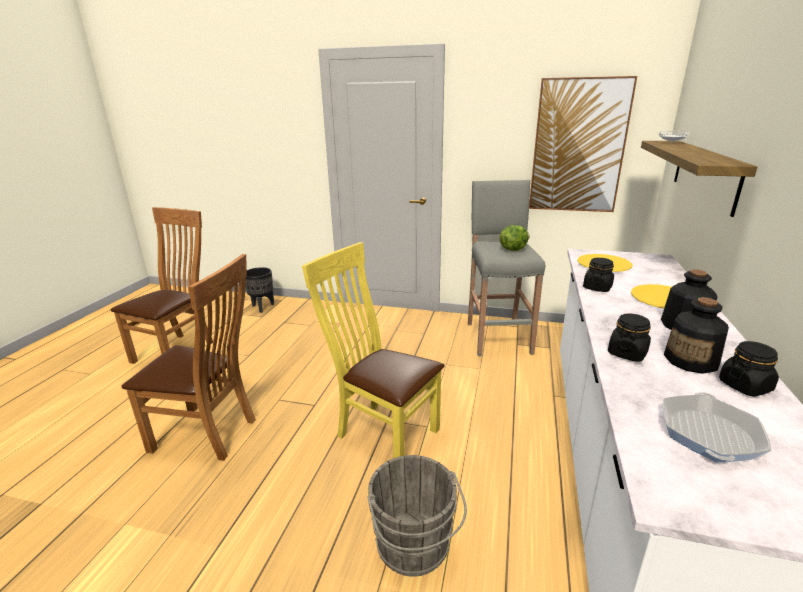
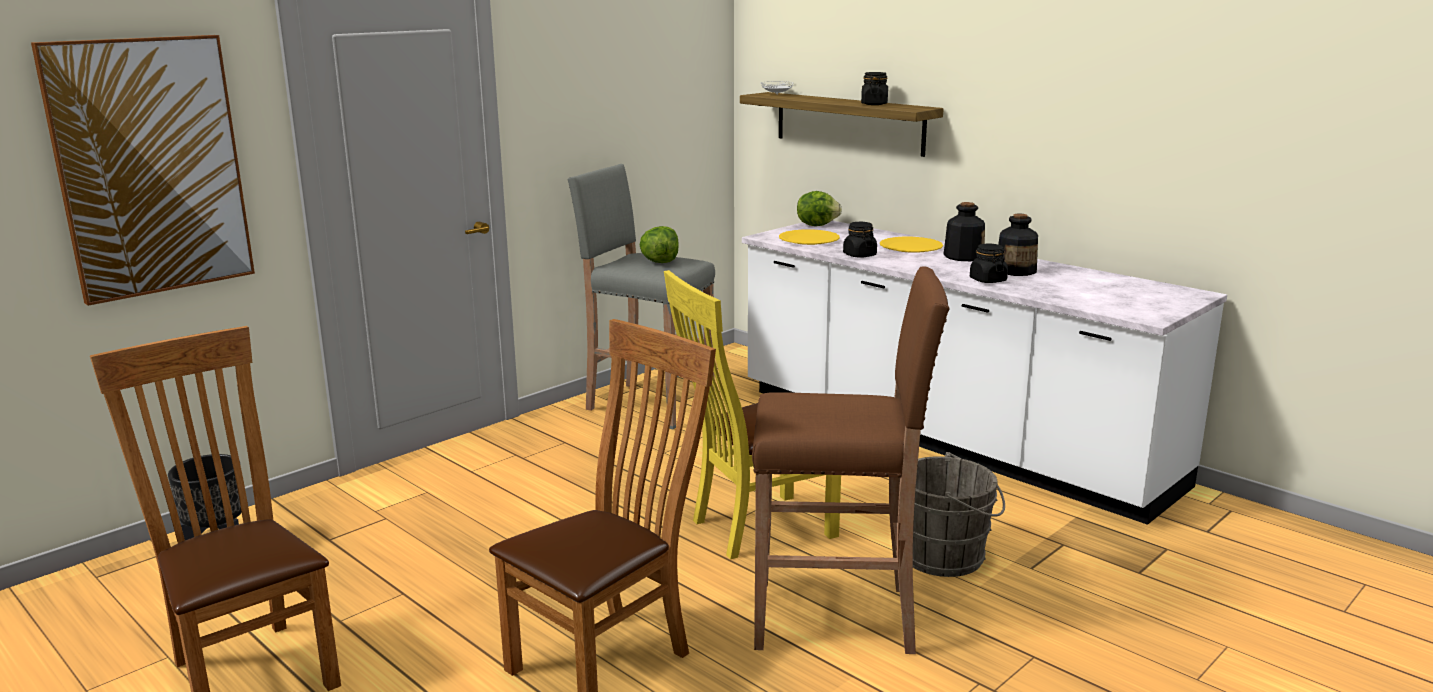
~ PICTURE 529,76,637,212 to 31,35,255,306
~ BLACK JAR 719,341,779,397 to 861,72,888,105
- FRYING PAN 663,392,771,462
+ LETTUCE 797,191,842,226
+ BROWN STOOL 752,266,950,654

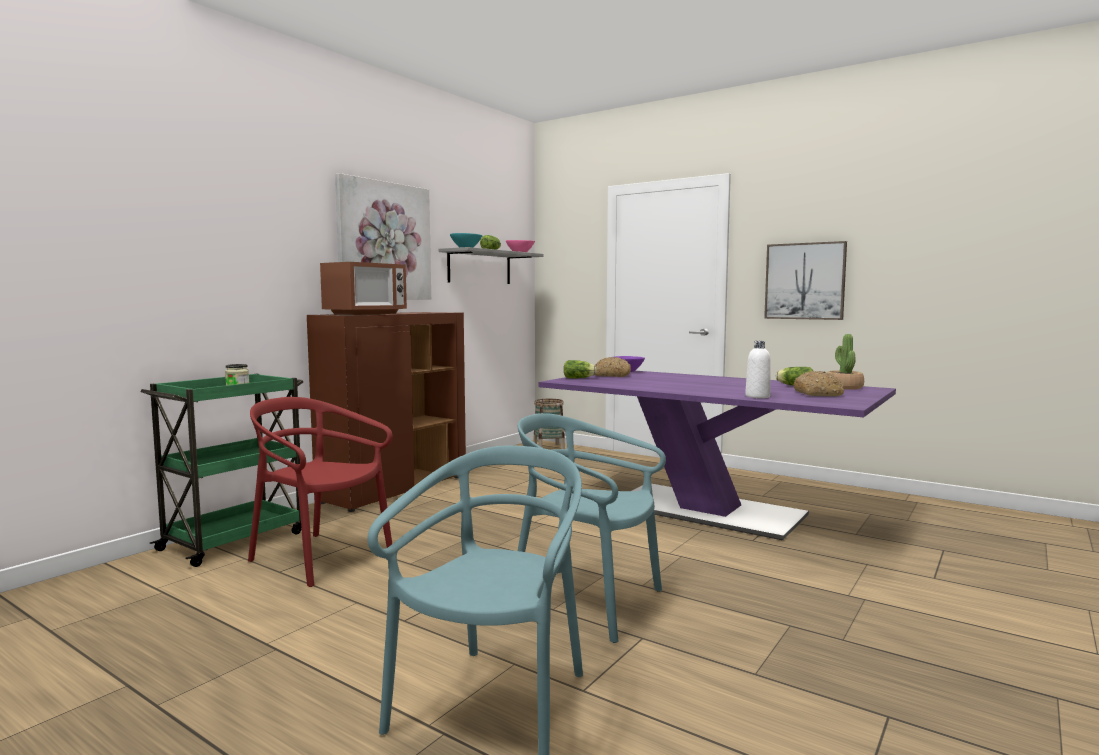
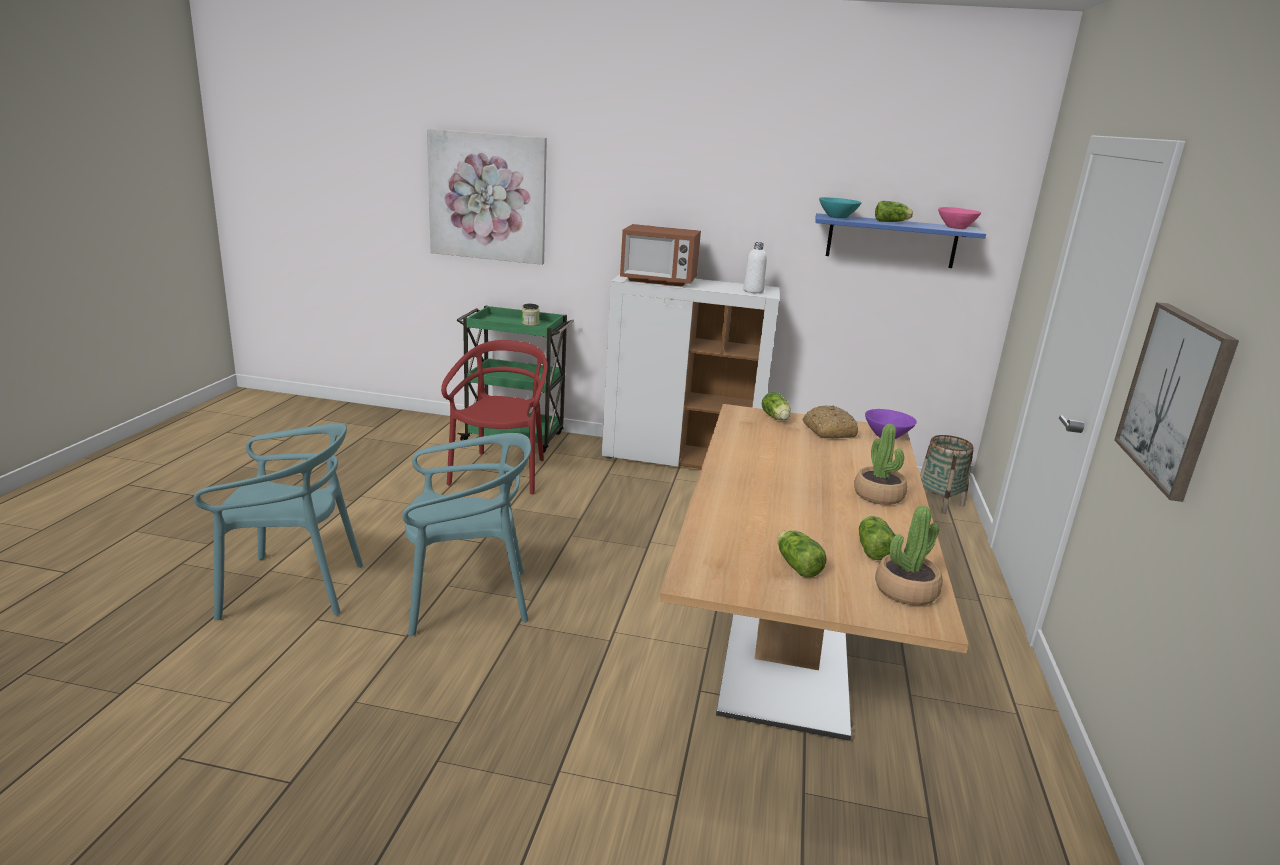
~ PICTURE 335,173,431,300 to 427,129,547,265
~ GREY SHELF 439,247,543,284 to BLUE SHELF 815,213,986,268
~ BROWN CABINET 307,312,466,512 to WHITE CABINET 602,274,779,469
~ WHITE BOTTLE 745,341,771,398 to 743,242,767,293
~ PURPLE DINING TABLE 539,371,896,540 to BEIGE DINING TABLE 659,404,969,741
~ BREAD 793,371,844,396 to LETTUCE 777,530,827,577
~ TURQUOISE CHAIR 518,413,666,643 = 402,433,531,636 75 degrees clockwise
+ POTTED PLANT 854,424,907,505

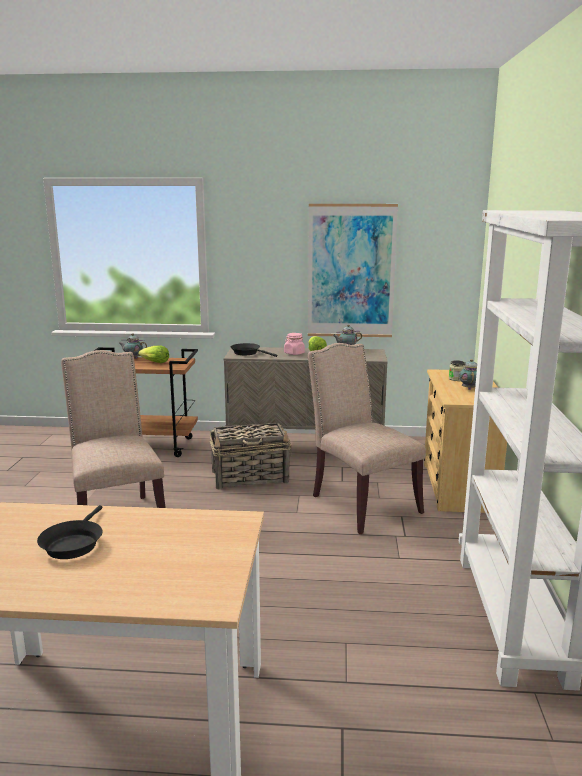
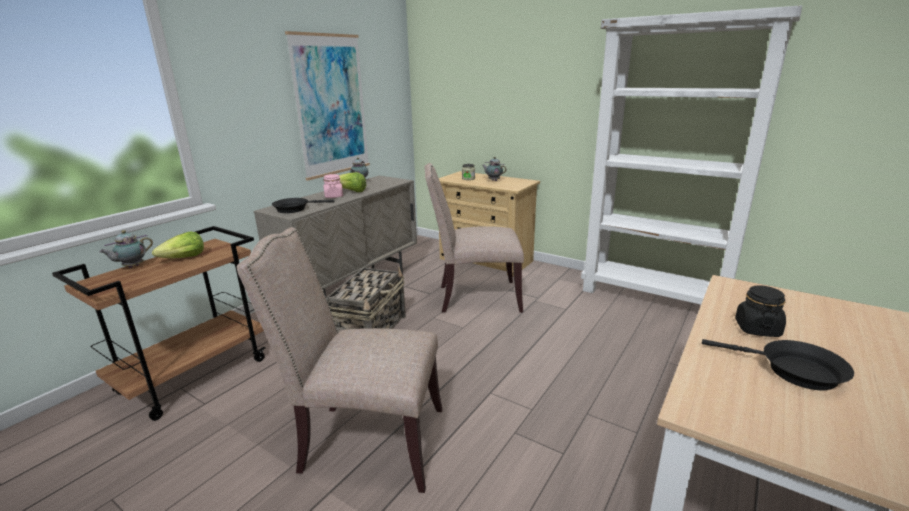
+ BLACK JAR 735,285,786,337

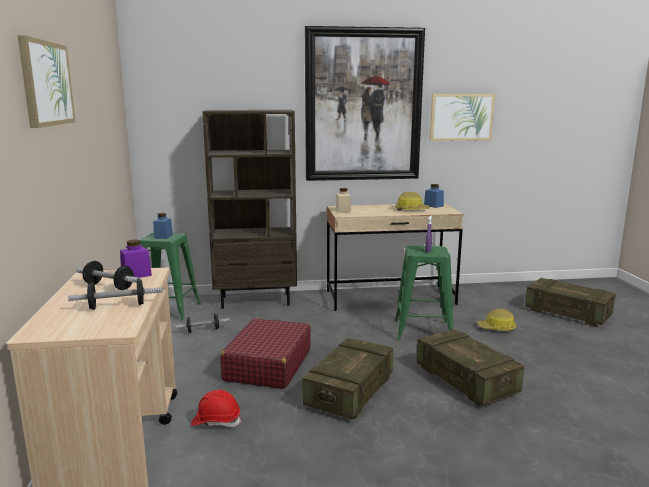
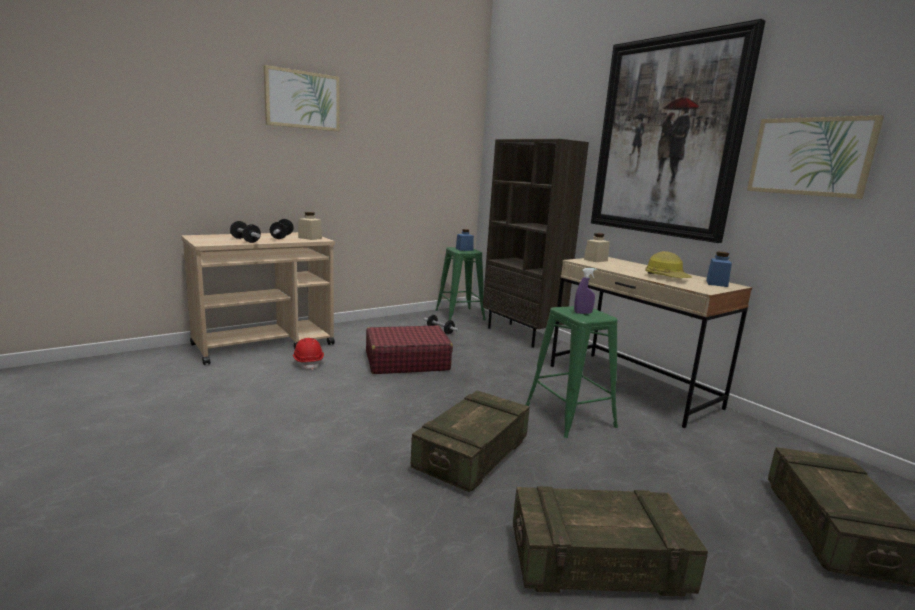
~ PURPLE JAR 120,240,152,278 to BEIGE JAR 298,212,322,240
- HARD HAT 477,309,516,331
~ CRATE 302,338,393,420 to 513,486,708,597

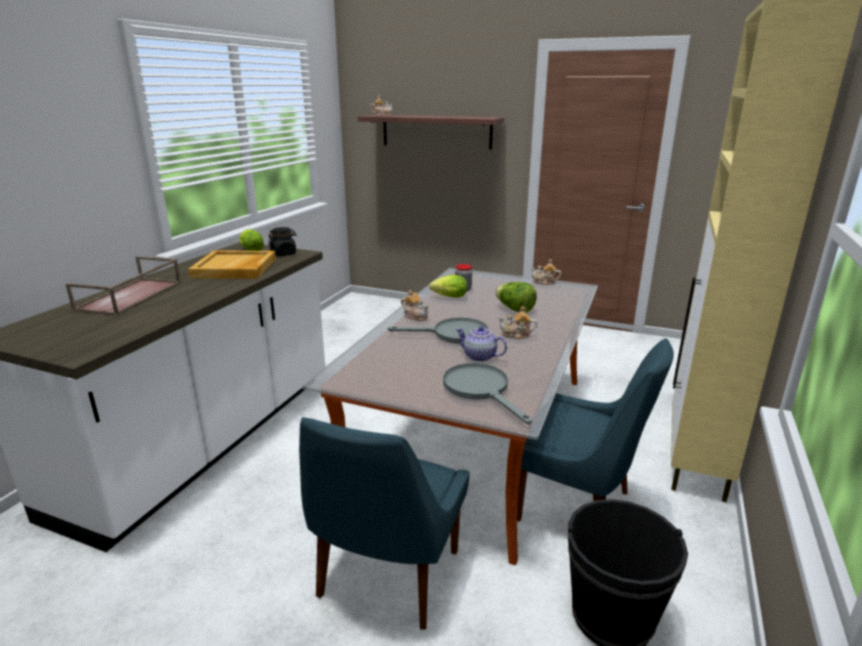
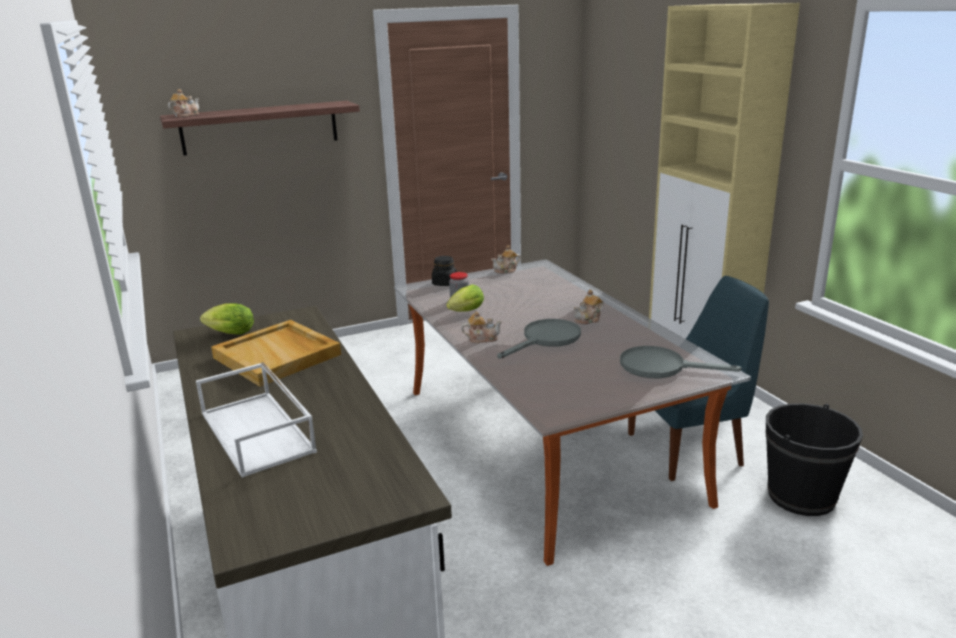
~ BLACK JAR 268,227,297,256 to 432,256,457,286
~ BROWN TRAY 66,256,181,316 to WHITE TRAY 196,362,317,478
- LETTUCE 495,282,537,313
- TEAPOT 456,326,507,362
- BLUE CHAIR 299,417,470,629

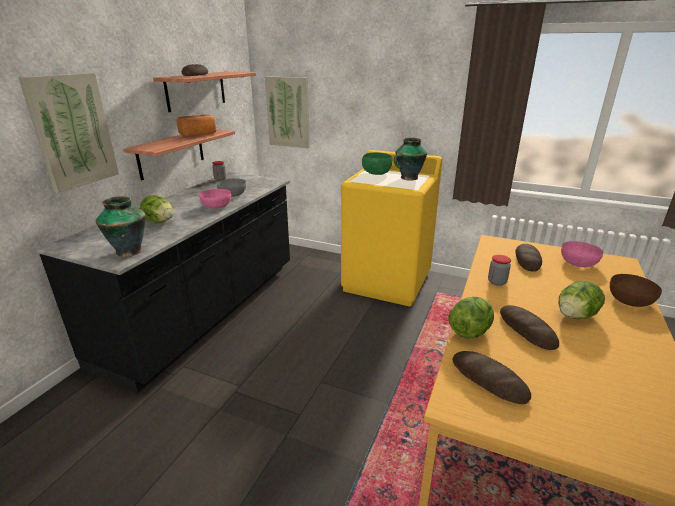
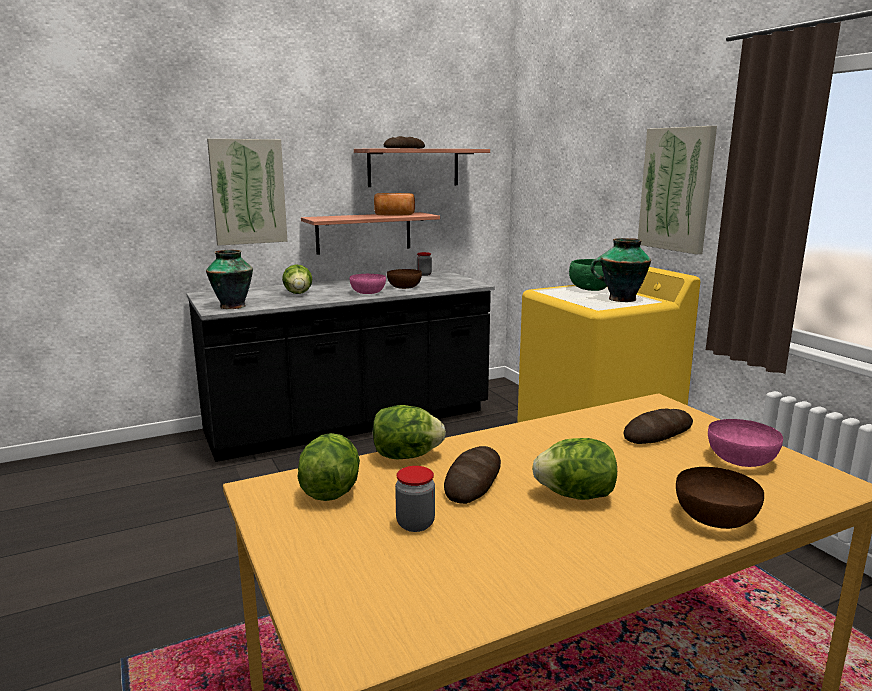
~ PICTURE 265,76,310,148 to 638,126,717,254
~ GREY BOWL 217,178,246,197 to BROWN BOWL 387,269,422,289
~ JAR 488,255,511,286 to 395,466,435,532
~ BREAD 452,351,531,404 to LETTUCE 297,433,360,501

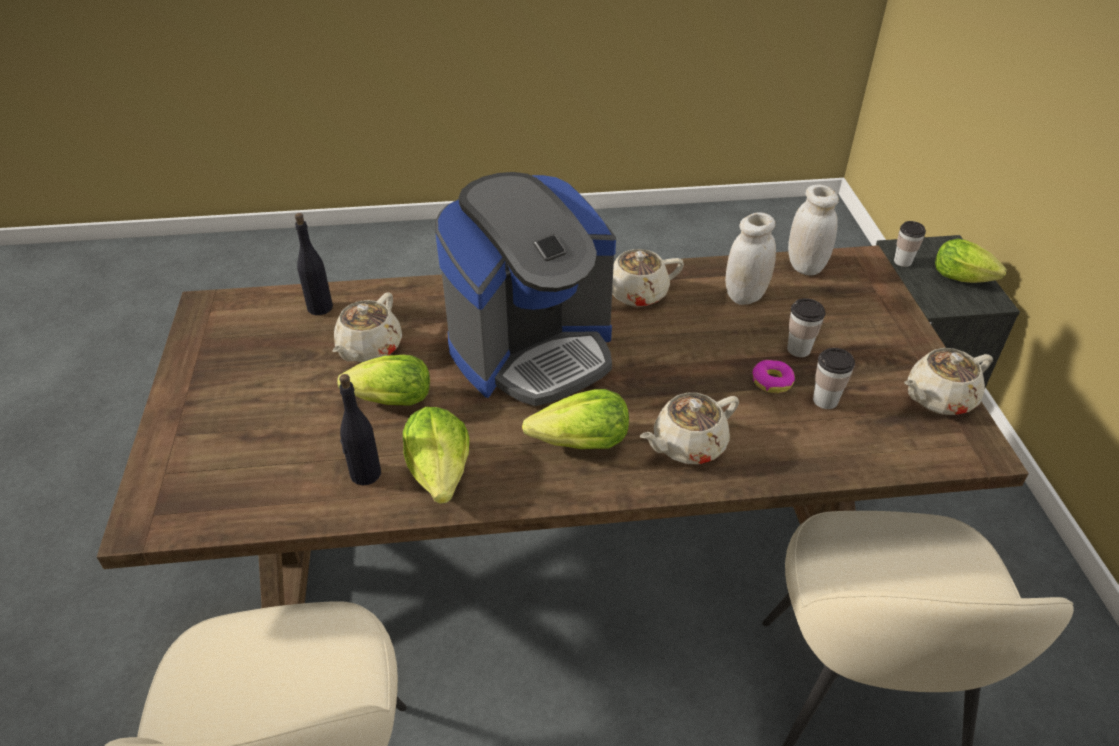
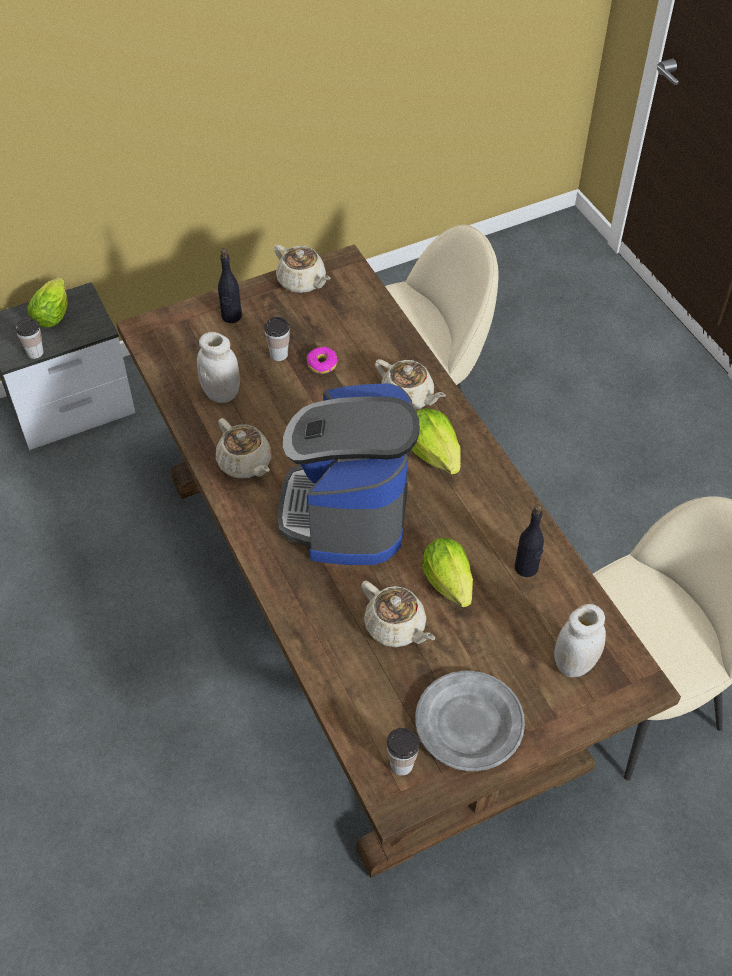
~ COFFEE MACHINE 435,172,616,406 = 277,383,420,565 120 degrees counterclockwise
~ WHITE JAR 788,185,839,276 to 554,604,606,677
~ BLACK BOTTLE 295,213,333,315 to 218,248,242,323
~ BEIGE TEAPOT 332,293,402,362 = 361,581,435,647 45 degrees clockwise
~ CUP 813,348,855,409 to 387,728,420,776
- LETTUCE 403,407,469,504
+ GREY PLATE 415,671,525,771

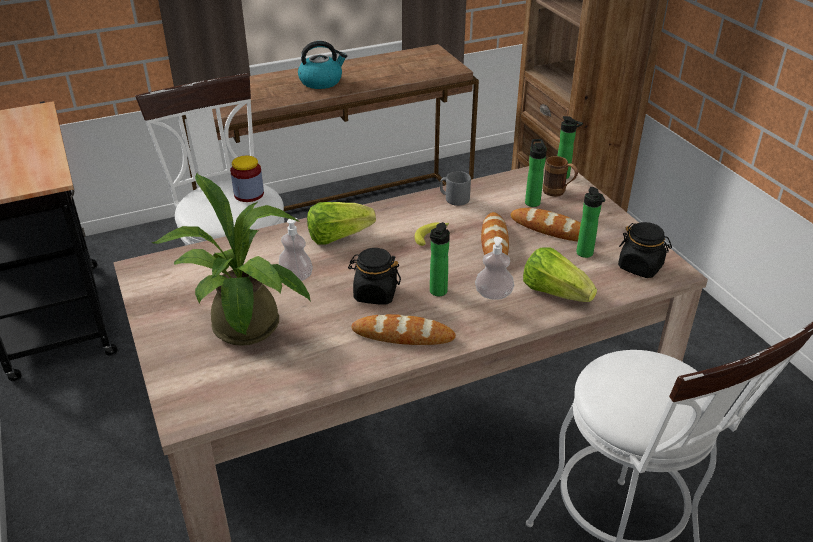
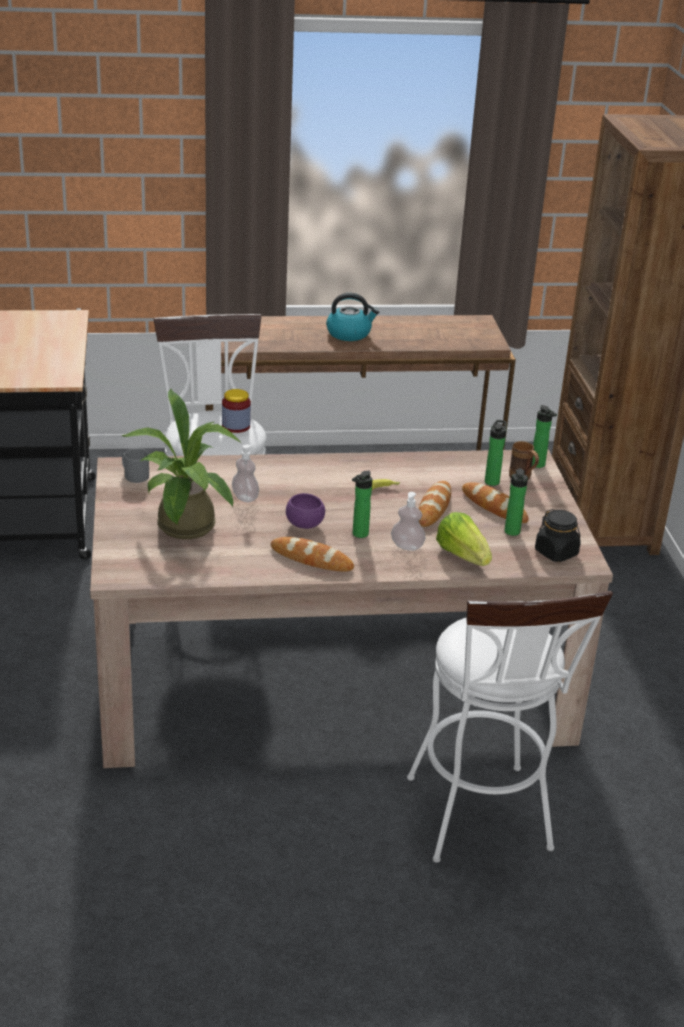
~ GREY MUG 440,171,471,206 to 122,449,149,483
- LETTUCE 307,202,376,244
~ BLACK JAR 348,248,401,305 to PURPLE BOWL 286,493,325,529

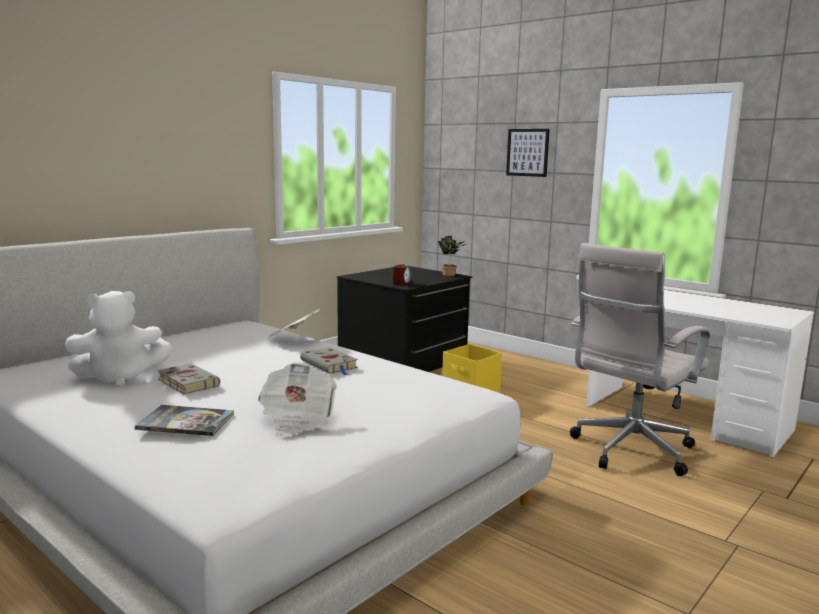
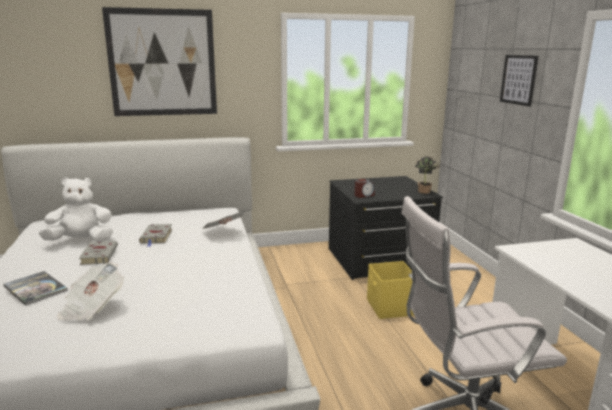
~ WHITE PLUSH TOY 65,291,172,387 = 39,177,113,242 150 degrees clockwise
~ GREY BOOK 300,347,358,375 to 139,224,172,247
+ PICTURE 102,7,217,116

